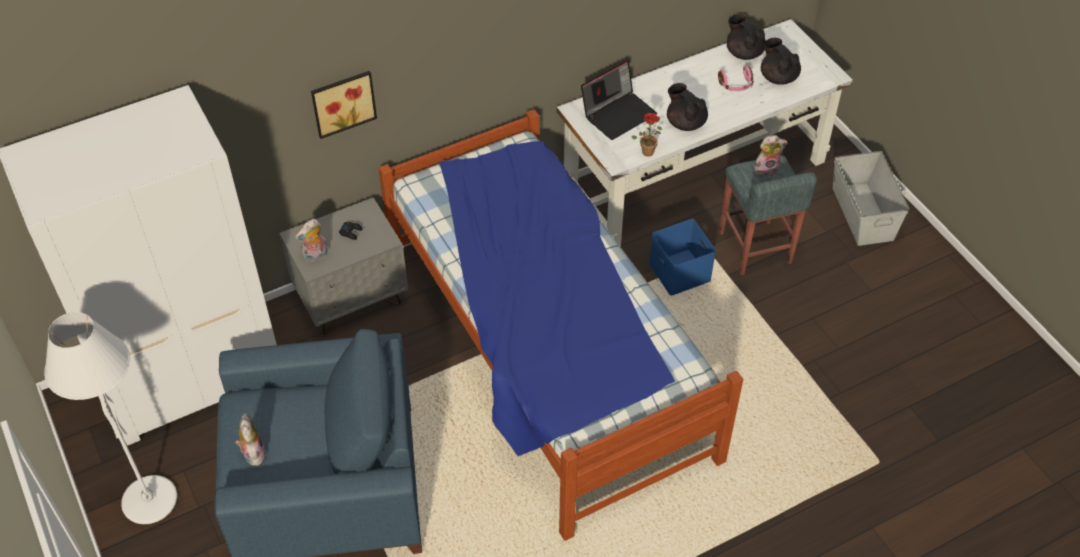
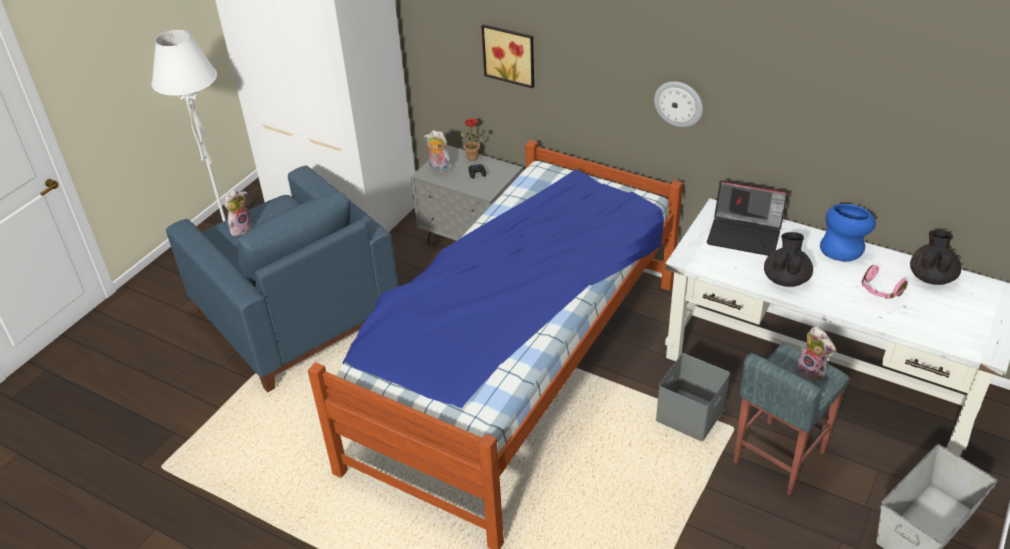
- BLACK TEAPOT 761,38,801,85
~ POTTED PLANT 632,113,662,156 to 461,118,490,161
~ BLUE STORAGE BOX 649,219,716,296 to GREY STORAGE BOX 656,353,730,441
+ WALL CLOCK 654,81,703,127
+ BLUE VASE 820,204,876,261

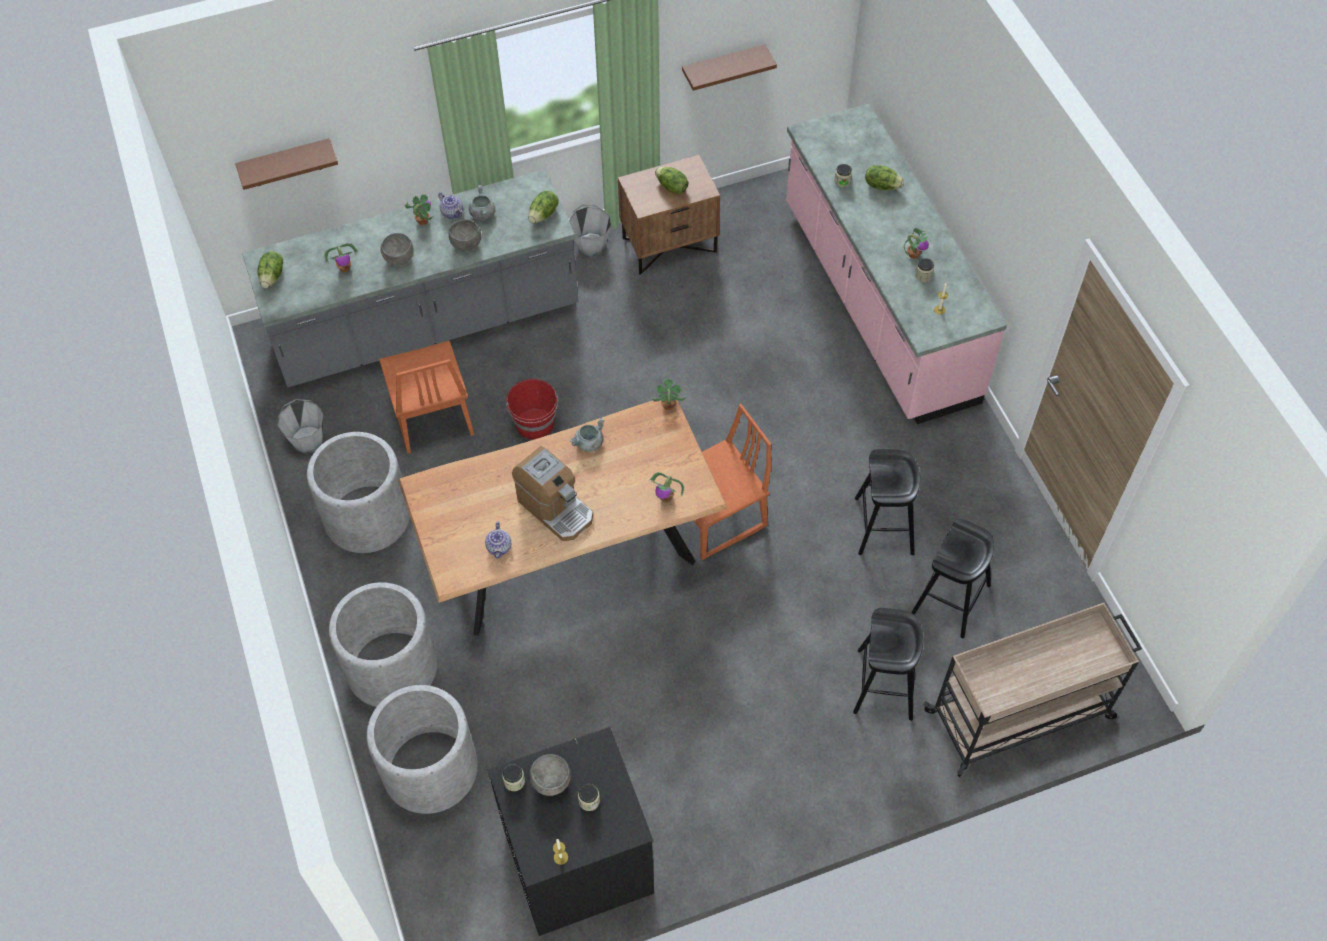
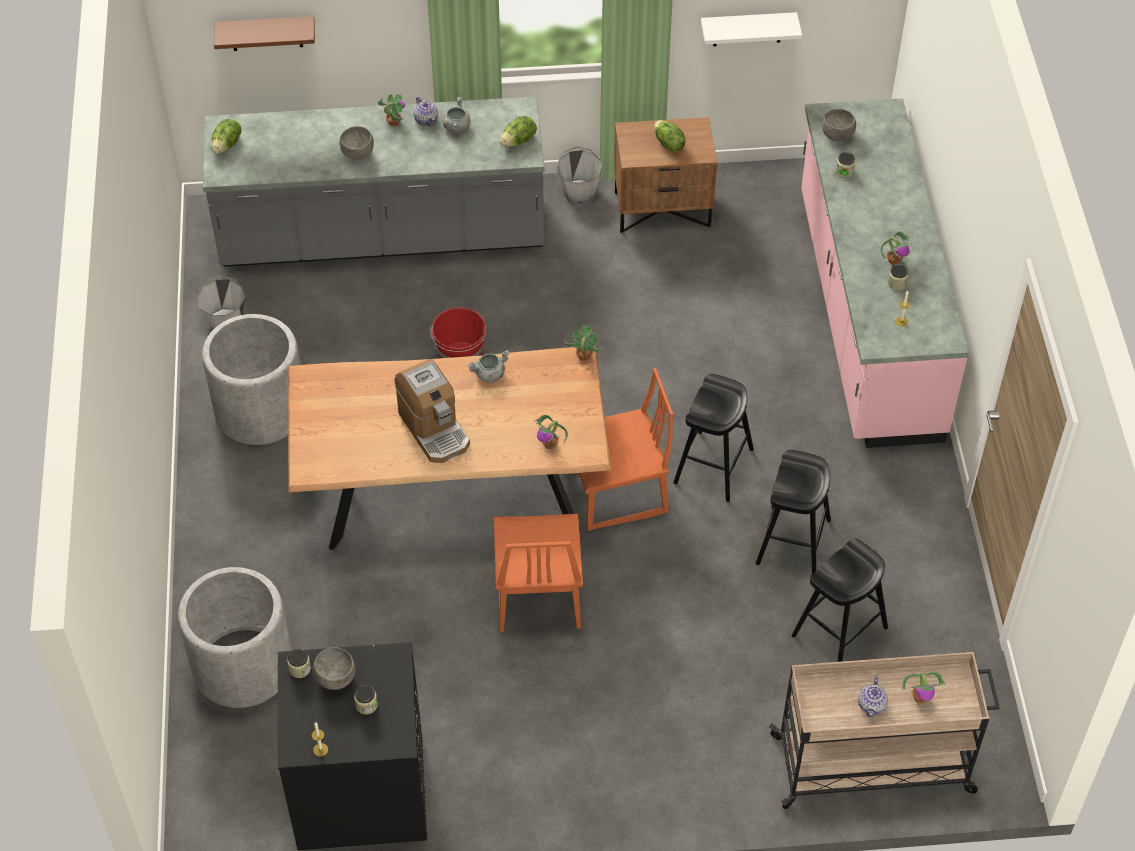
~ BROWN SHELF 682,44,777,91 to WHITE SHELF 701,12,802,46
- LETTUCE 865,165,904,190
~ GREY BOWL 449,219,481,251 to 822,109,856,142
~ POTTED PLANT 324,243,359,272 to 902,672,946,704
~ ORANGE CHAIR 379,341,474,454 to 494,514,583,632
~ TEAPOT 485,521,512,559 to 858,676,888,718
- GREY PLANTER 329,582,438,707
~ BLACK STOOL 853,608,923,721 to 673,374,754,502

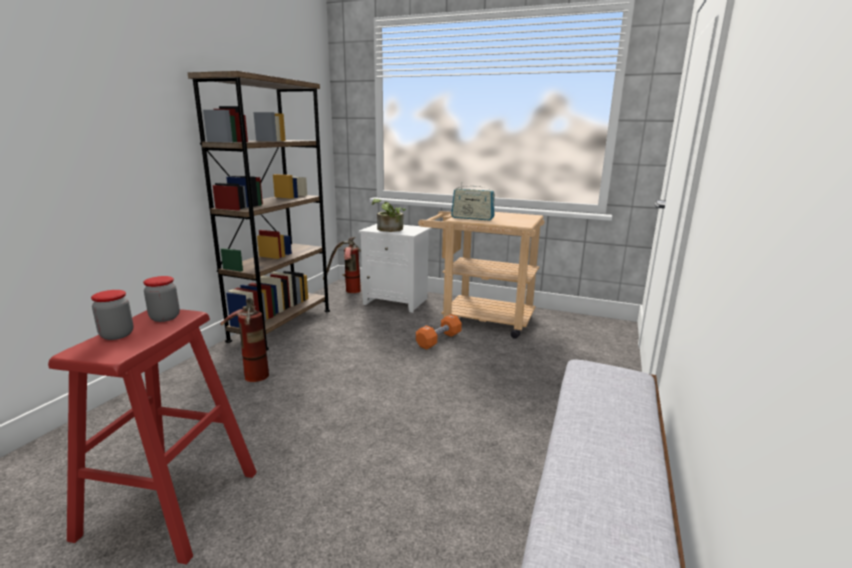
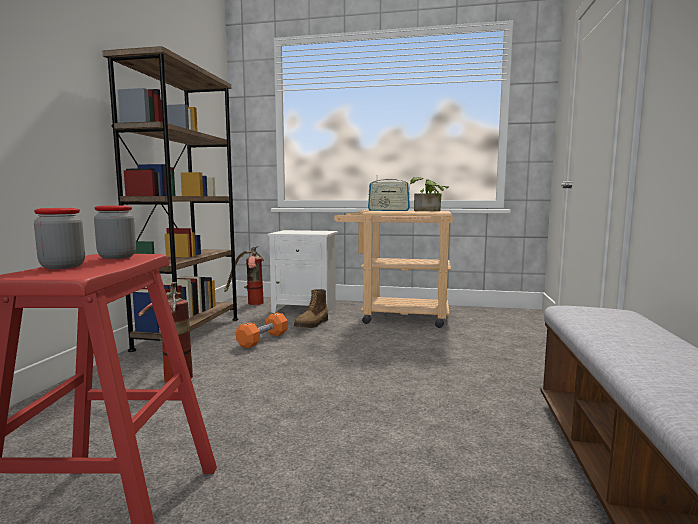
~ POTTED PLANT 372,198,406,232 to 410,177,449,211
~ ORANGE DUMBBELL 416,314,462,350 to 236,312,288,348
+ BOOT 294,289,328,328

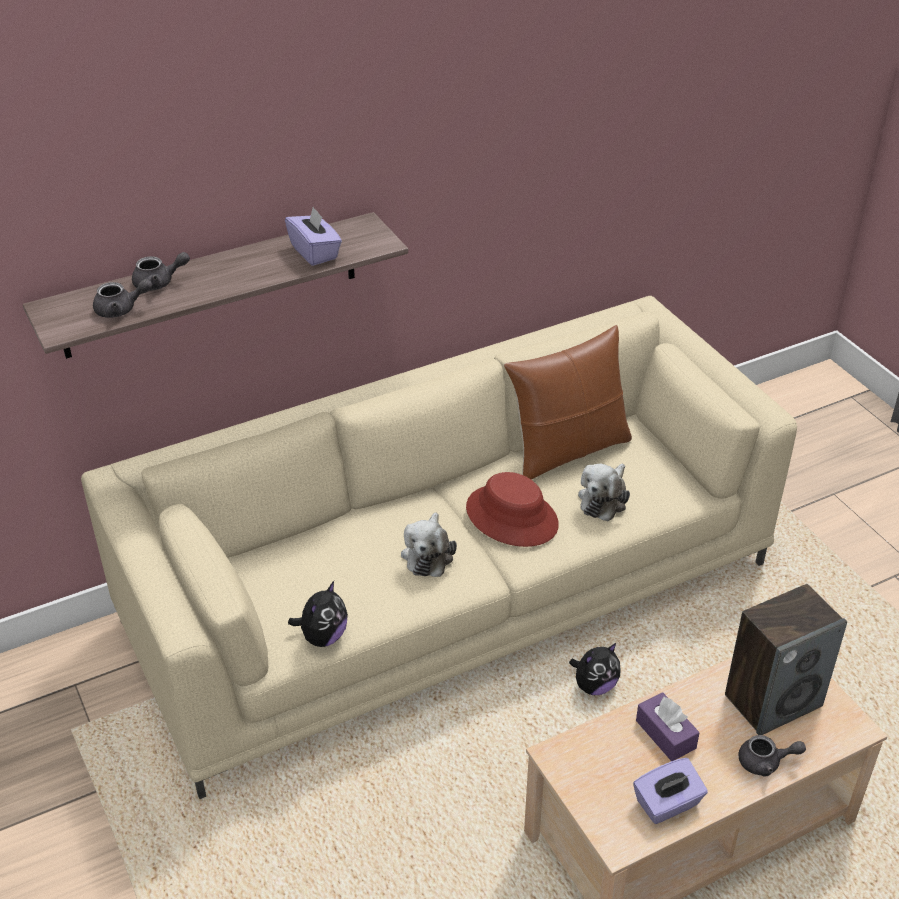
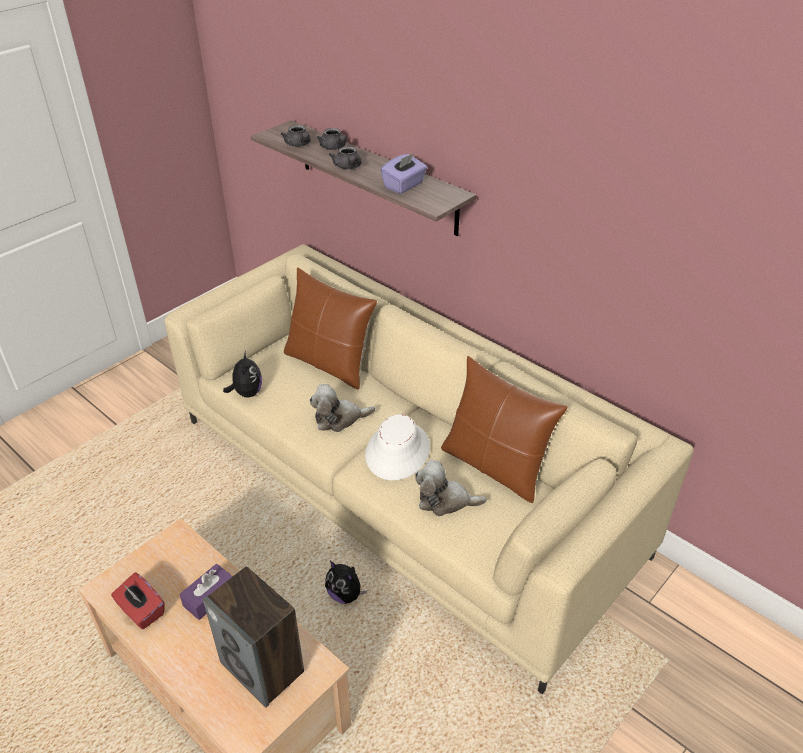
~ RED HAT 466,472,559,547 to WHITE HAT 365,414,430,480
~ PLUSH TOY 288,581,348,647 = 223,351,262,398 105 degrees counterclockwise
~ GREY TEAPOT 738,735,806,776 to 329,146,361,169
~ PURPLE TISSUE BOX 633,758,708,824 to RED TISSUE BOX 111,572,165,629
+ BROWN PILLOW 284,267,377,389

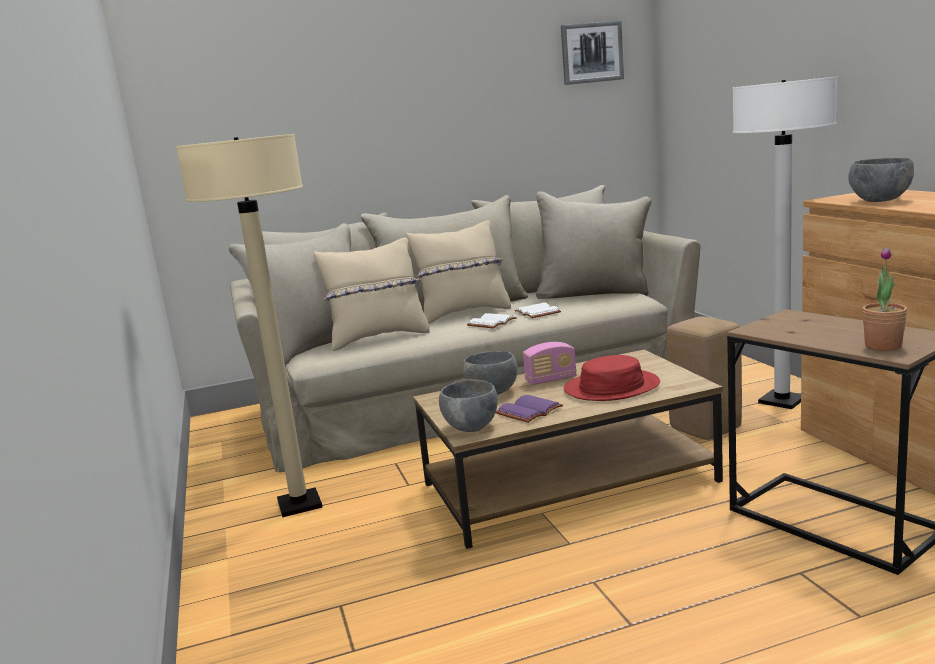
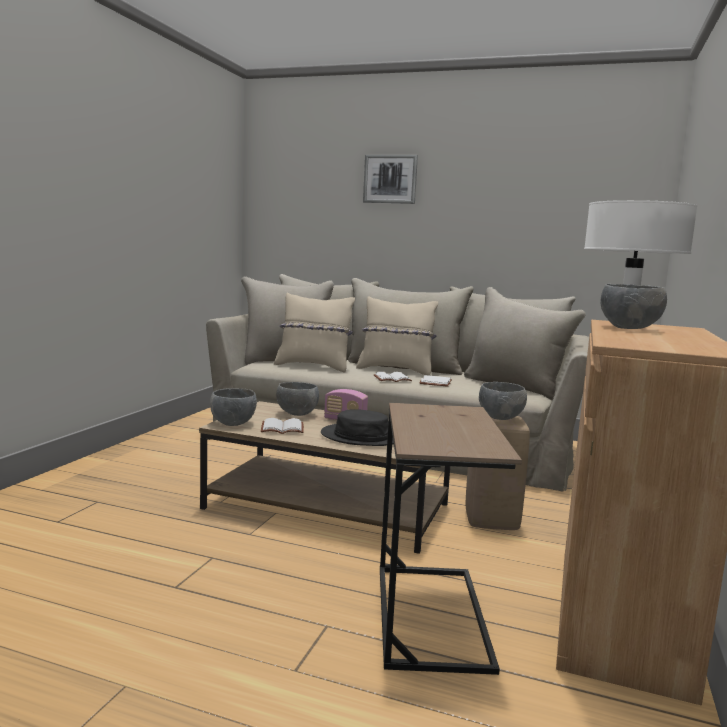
~ PICTURE 561,21,624,85 to 363,155,418,204
- BEIGE FLOOR LAMP 176,134,322,517
- POTTED PLANT 862,247,907,350
~ RED HAT 564,355,660,401 to BLACK HAT 321,410,394,446
~ PURPLE BOOK 496,395,563,423 to WHITE BOOK 261,418,304,434
+ GREY BOWL 479,382,527,420

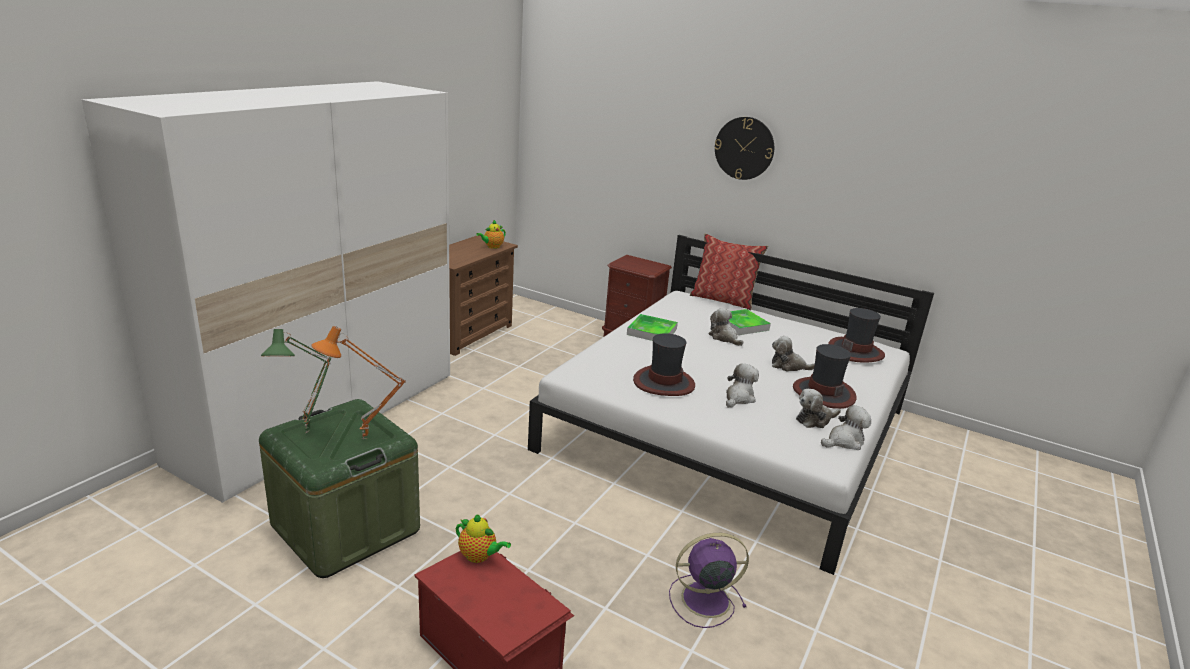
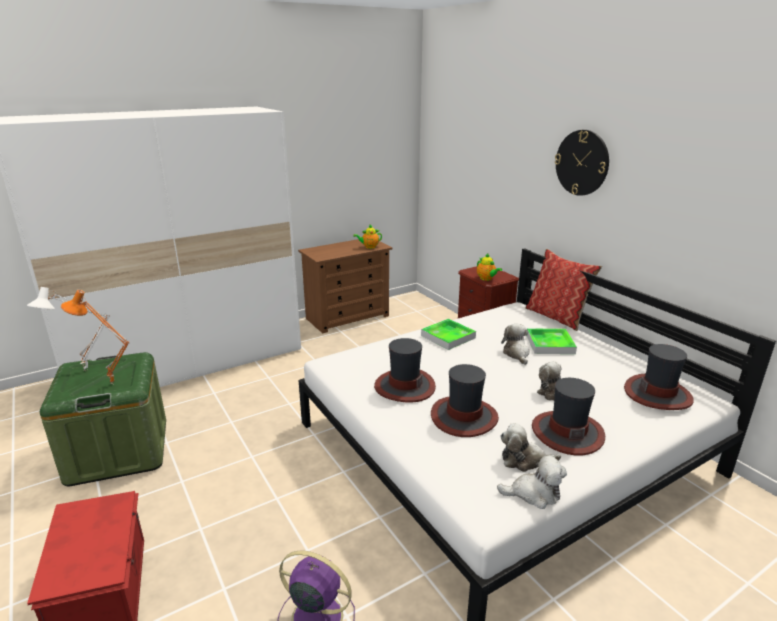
~ GREEN TABLE LAMP 261,329,332,433 to WHITE TABLE LAMP 27,287,110,371
~ PLUSH TOY 726,364,759,408 to HAT 431,364,499,437
~ TEAPOT 456,514,511,563 to 477,254,502,281

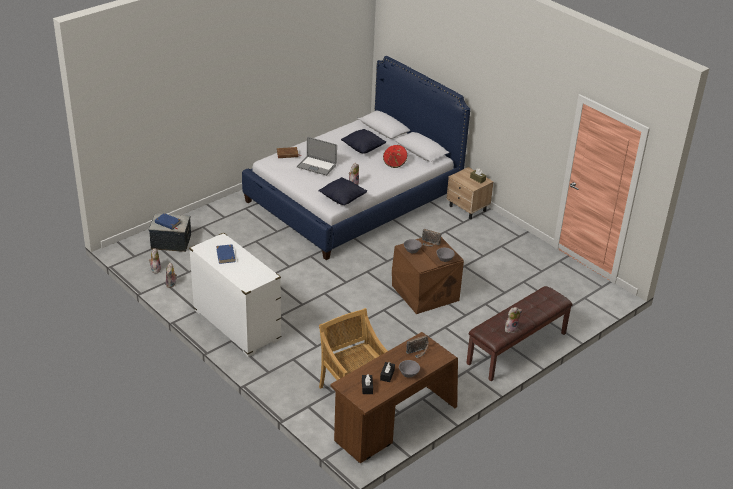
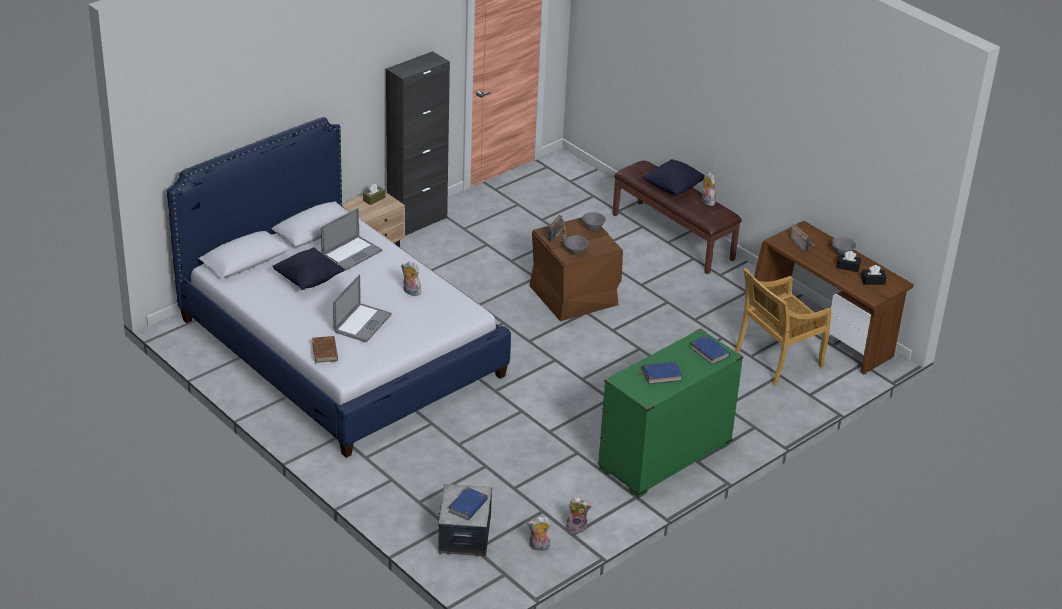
~ RED HAT 383,145,407,168 to LAPTOP 321,208,382,271
~ BLACK PILLOW 319,177,367,205 to 642,159,704,196
~ WHITE DRESSER 189,232,282,357 to GREEN DRESSER 598,328,743,498
+ BLACK CABINET 386,51,450,236
+ BLUE BOOK 690,335,730,365

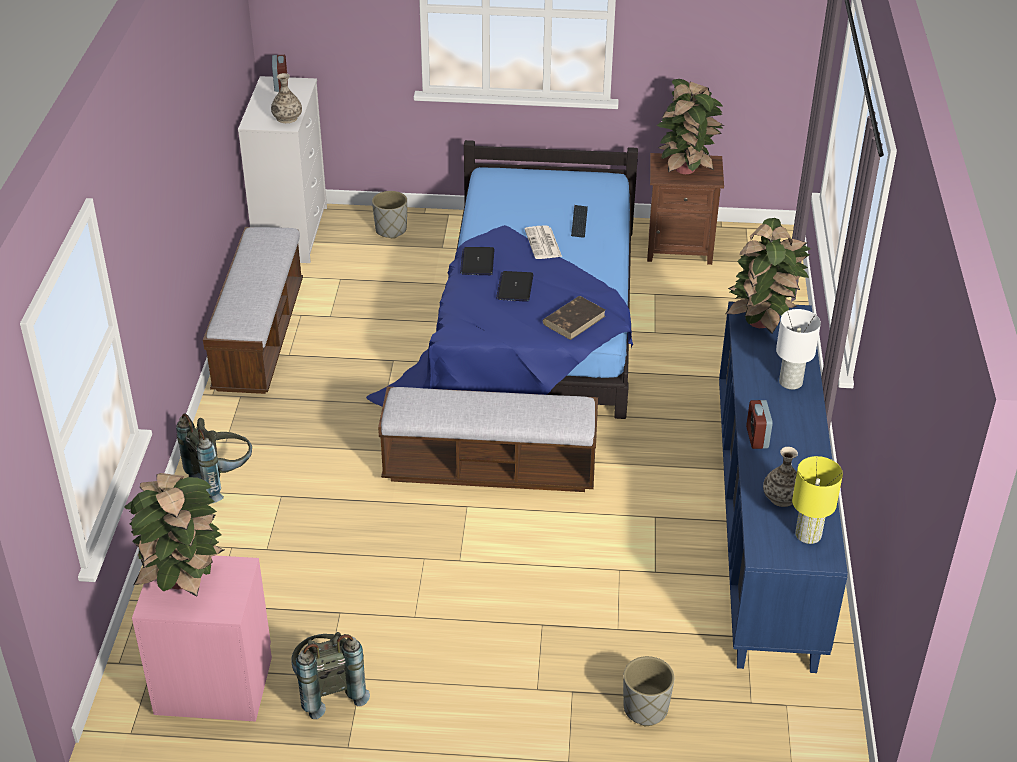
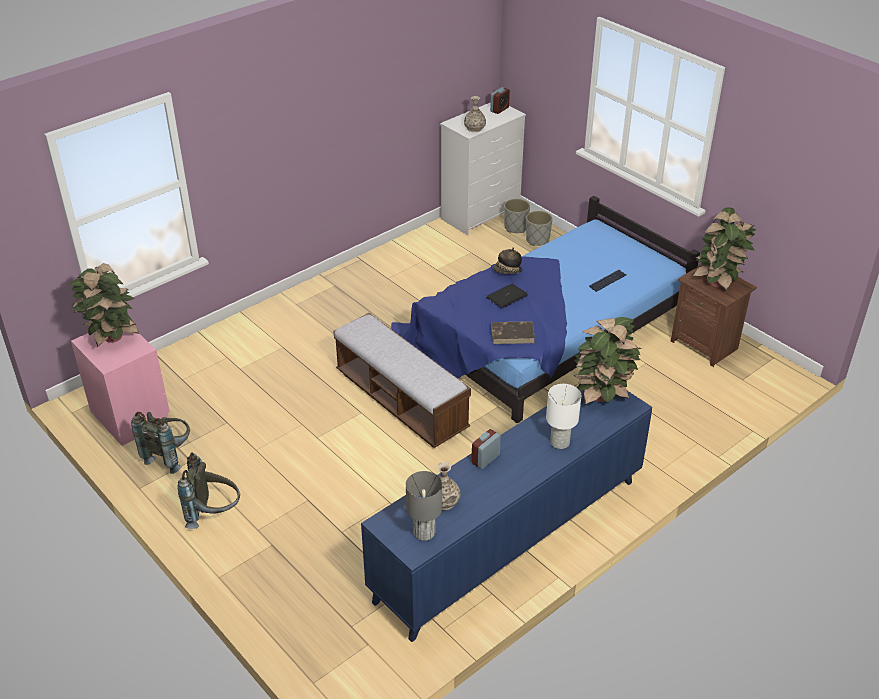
- NEWSPAPER 525,225,562,259
- BENCH 203,227,303,394
~ LAPTOP 460,247,494,275 to HAT 493,247,522,274
~ GREY BACKPACK 176,413,252,503 to 177,452,240,529
~ YELLOW TABLE LAMP 792,456,843,544 to GREY TABLE LAMP 406,471,442,541
~ GREY PLANTER 623,656,674,726 to 504,199,530,233

